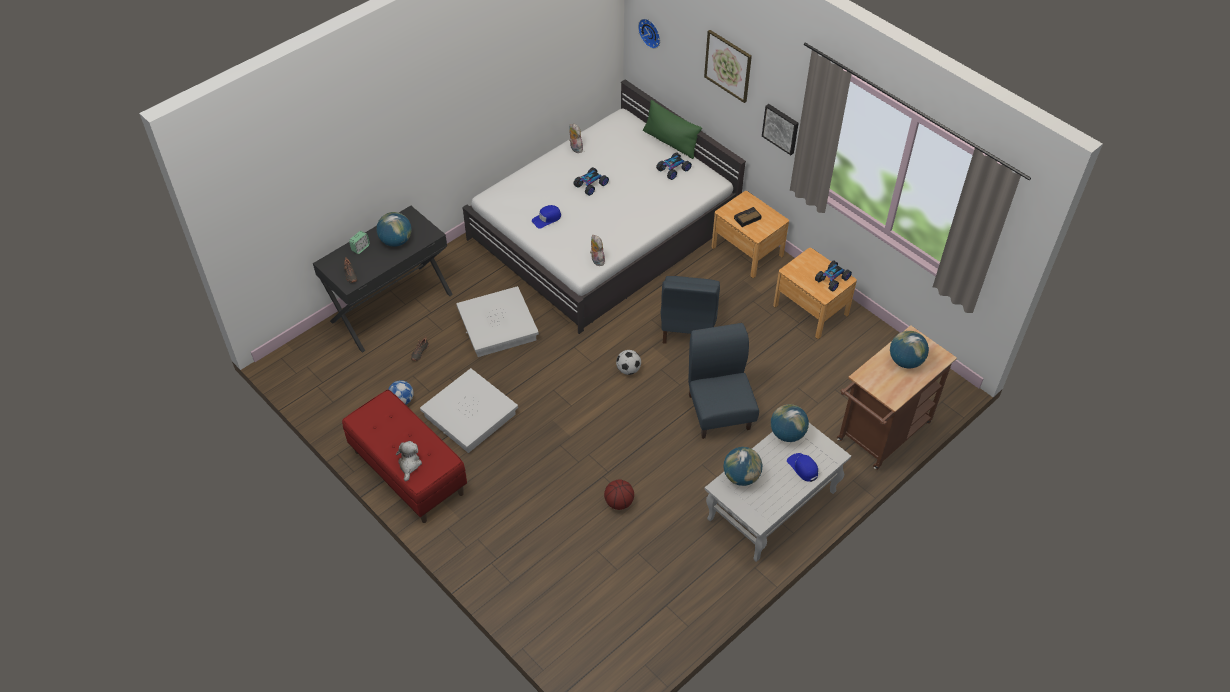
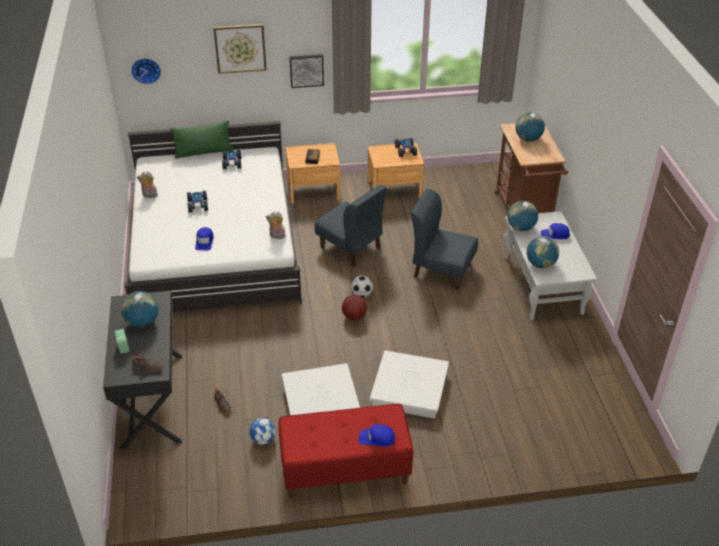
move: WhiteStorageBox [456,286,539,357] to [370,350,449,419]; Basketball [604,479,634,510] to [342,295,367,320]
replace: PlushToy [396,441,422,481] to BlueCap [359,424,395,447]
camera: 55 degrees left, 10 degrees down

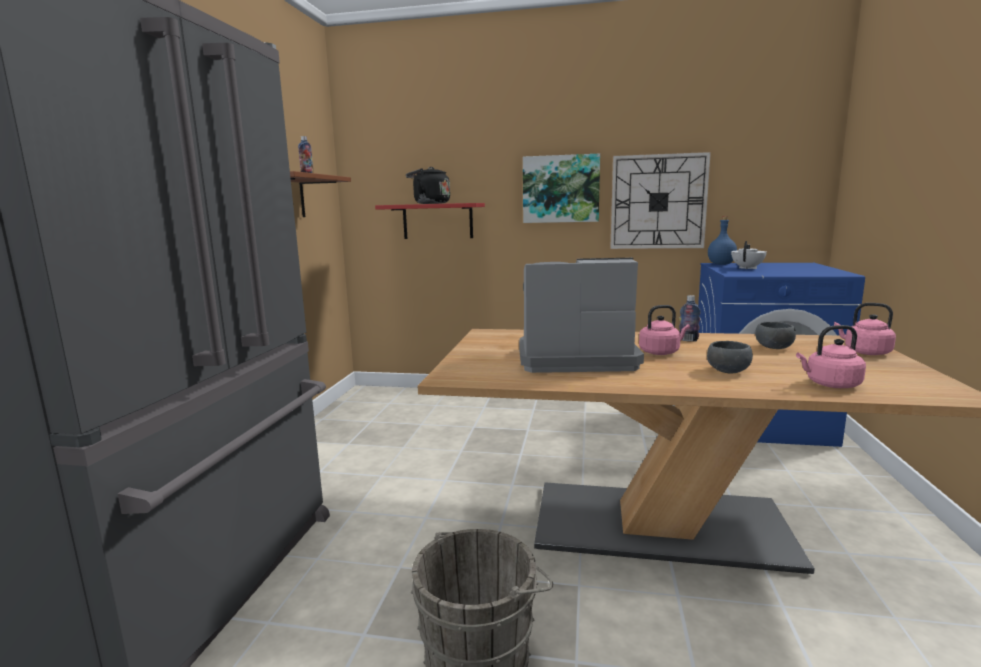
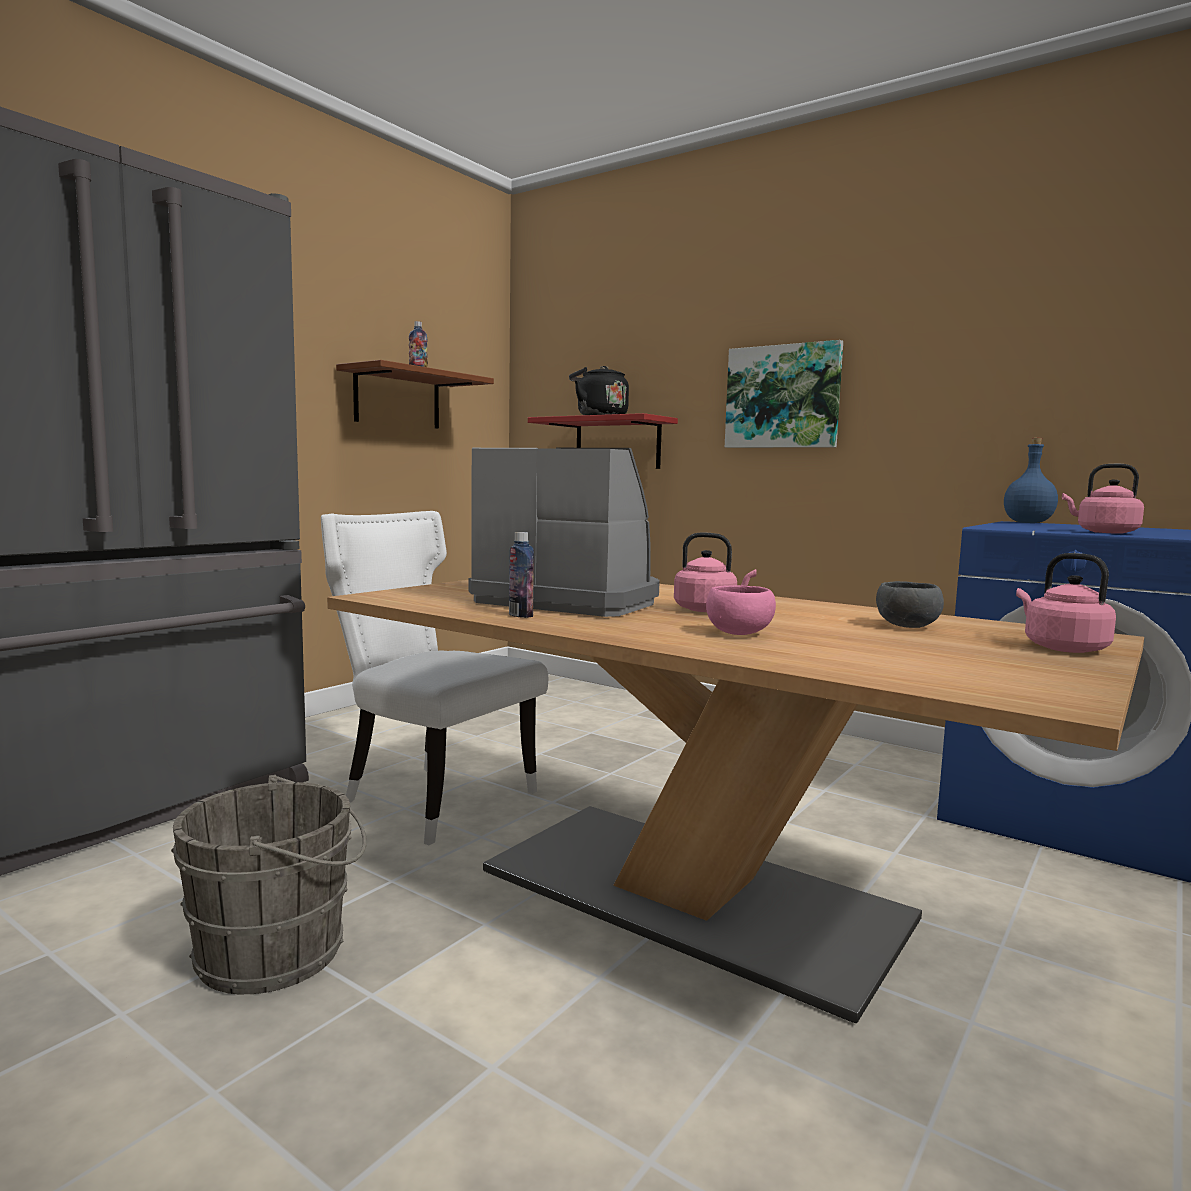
delete: WallClock [610,152,711,249]; WhiteTeapot [731,241,767,269]
insert: WhiteChair [321,511,548,845]
move: Bottle [679,295,701,342] to [509,532,534,618]; PinkKettle [796,325,866,388] to [1062,464,1144,534]
recolor: GreyBowl [707,341,753,374] to PinkBowl [706,585,776,635]
camera: 25 degrees right, 5 degrees down

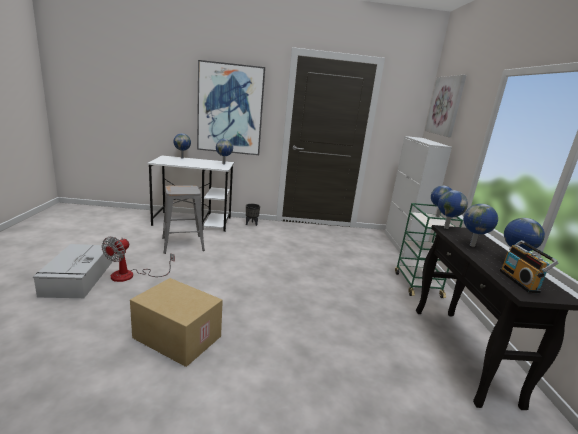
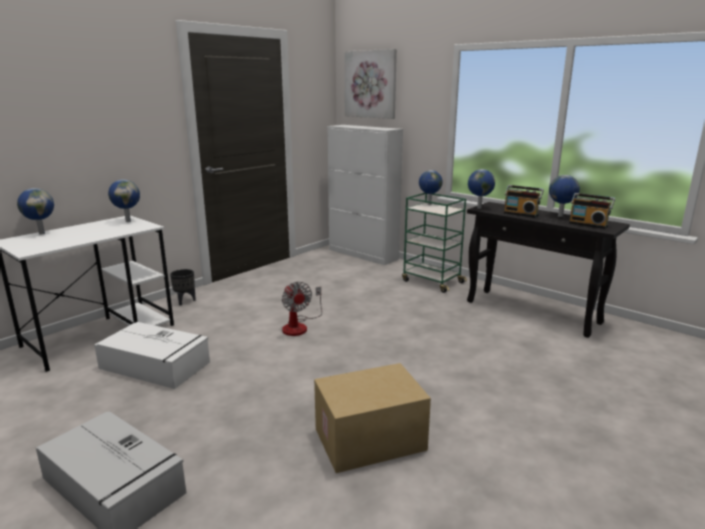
delete: Picture [197,60,265,155]
move: Fan [101,237,175,282] to [282,282,322,336]
replace: GreyStool [162,185,205,254] to WhiteStorageBox [94,322,210,389]; Globe [463,204,498,247] to Radio [504,185,544,218]
camera: 45 degrees left, 0 degrees up

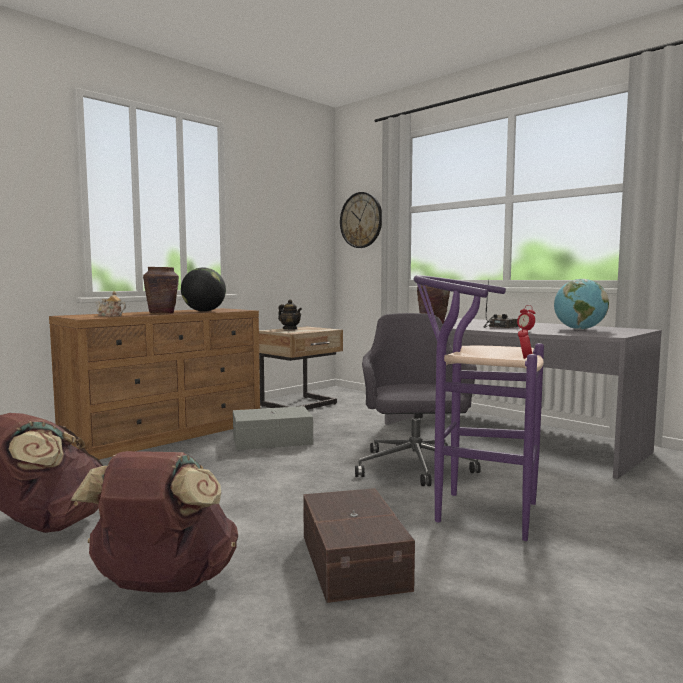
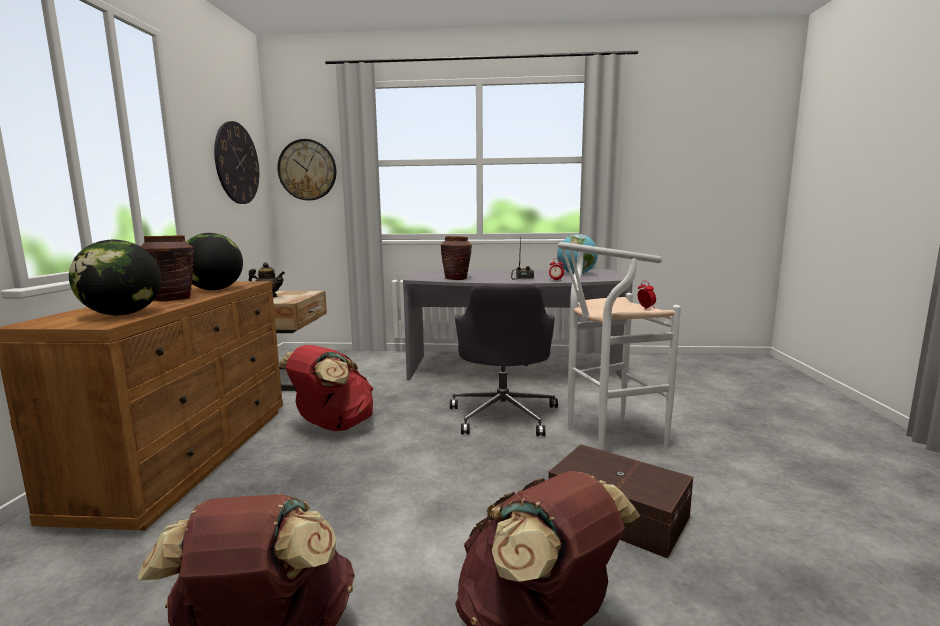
insert: WallClock [214,121,259,204]
replace: Teapot [95,291,126,317] to Globe [69,240,161,315]; GreyStorageBox [233,406,313,450] to RedBackpack [278,345,373,431]
recolor: PurpleStool [413,275,544,541] to WhiteStool [558,242,681,451]
rotate: GreyOfficeChair [355,313,481,486] = [450,283,558,436] 135 degrees counterclockwise
camera: 40 degrees left, 5 degrees up

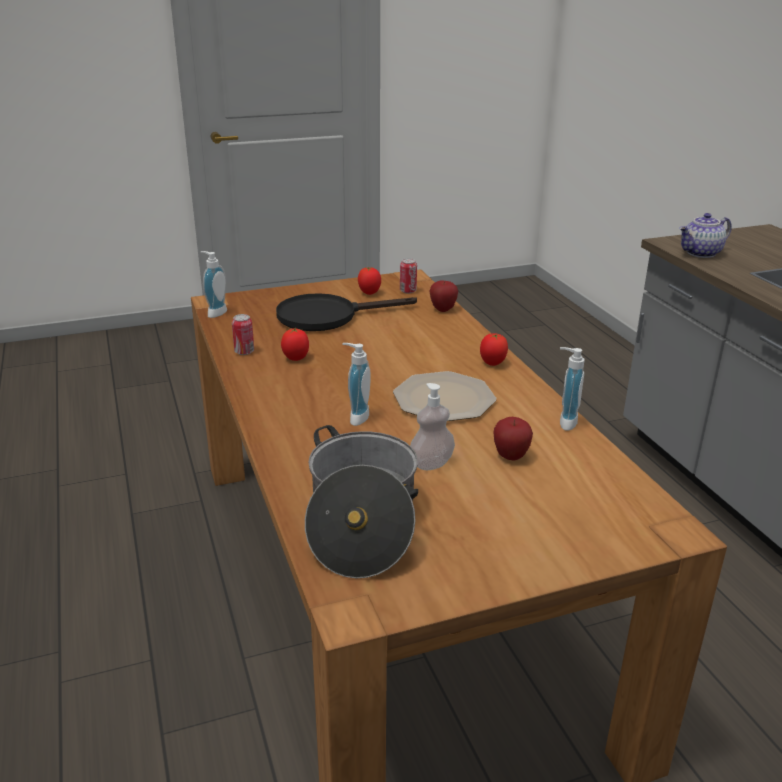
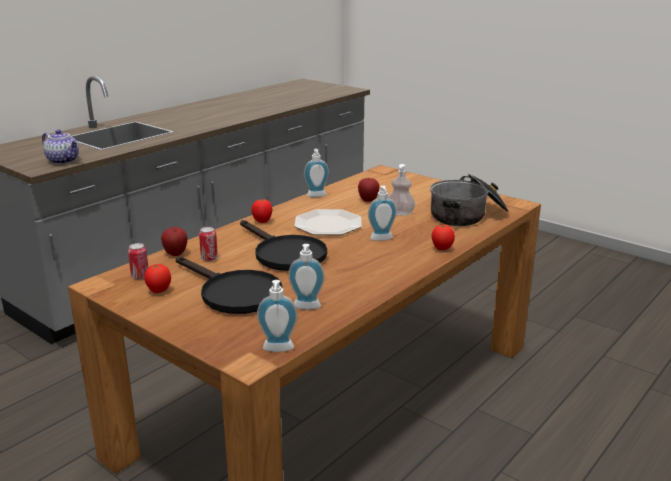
insert: BlackFryingPan [240,220,327,271]; SoapDispenser [288,244,325,310]
move: Can [232,314,254,355] to [199,227,218,261]; Tomato [281,327,309,361] to [432,225,455,250]
camera: 120 degrees left, 5 degrees down

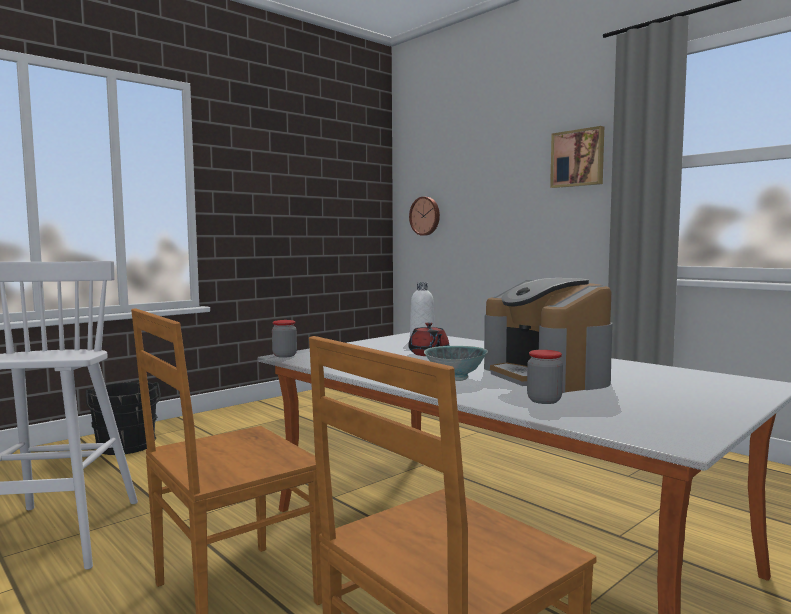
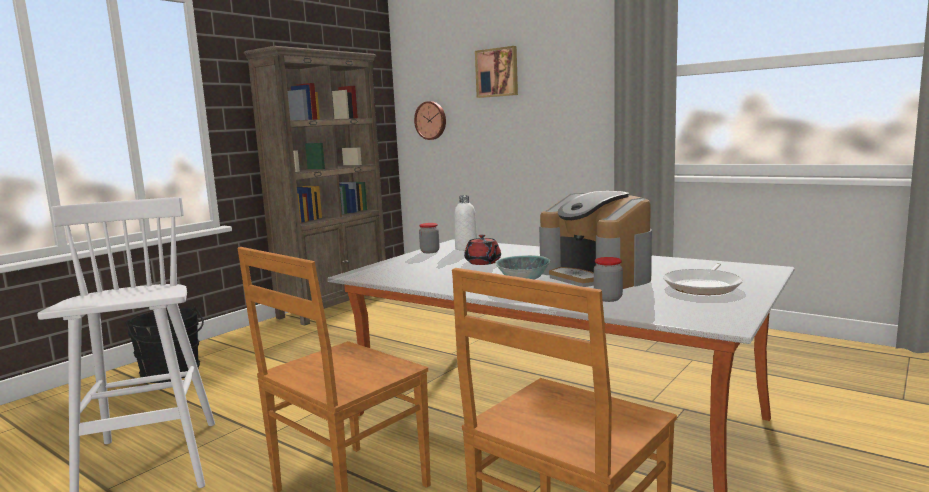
insert: BrownBookcase [244,46,386,326]; FryingPan [663,263,743,295]
move: Picture [550,126,604,188] to [475,46,518,98]; Jar [272,320,297,358] to [419,223,439,253]
camera: 10 degrees left, 5 degrees up

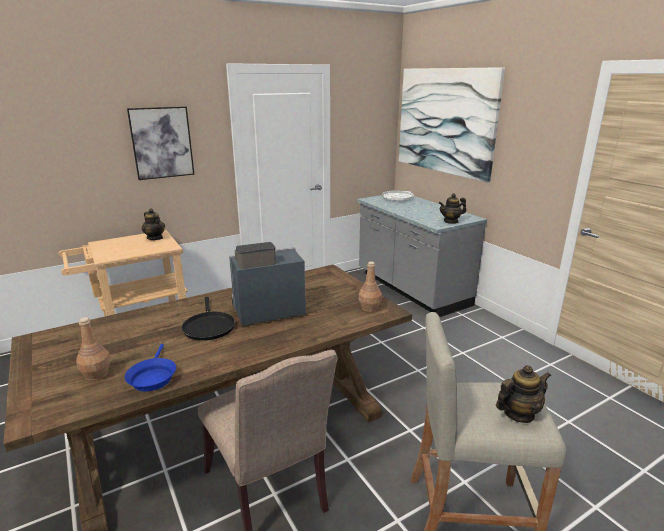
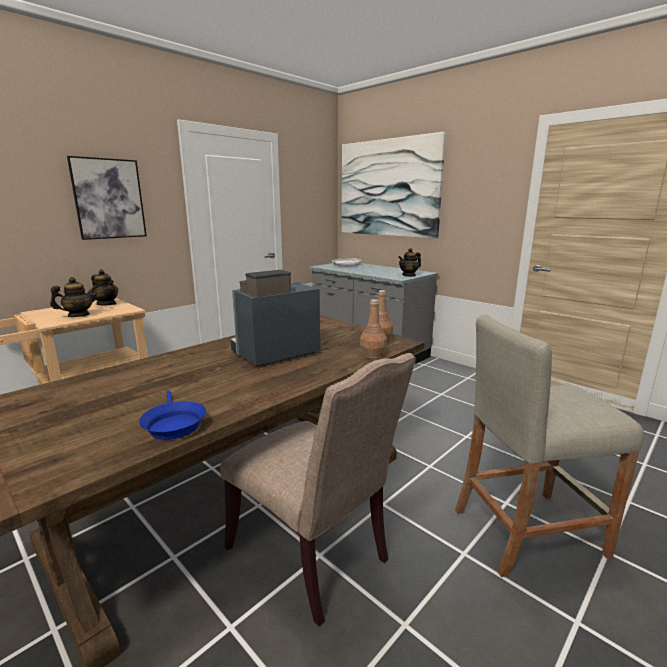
delete: BlackFryingPan [182,297,235,341]
move: BrownBottle [76,317,111,381] to [360,299,387,359]; Teapot [496,365,551,423] to [50,277,98,317]
camera: 15 degrees left, 5 degrees down

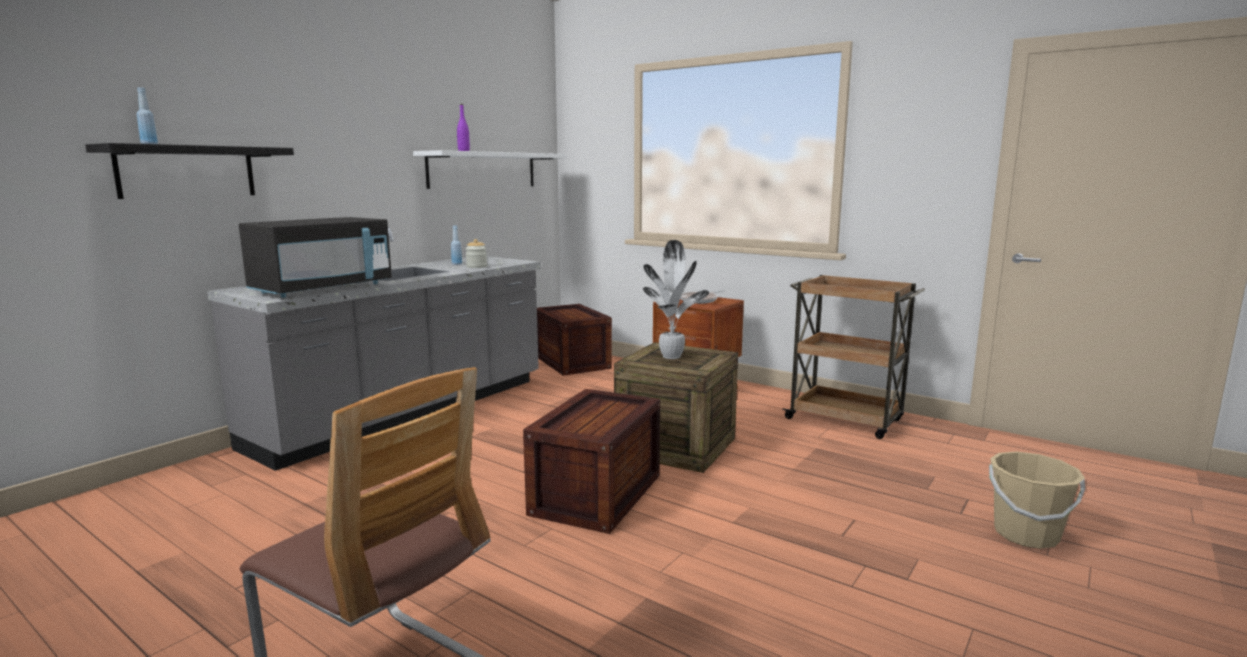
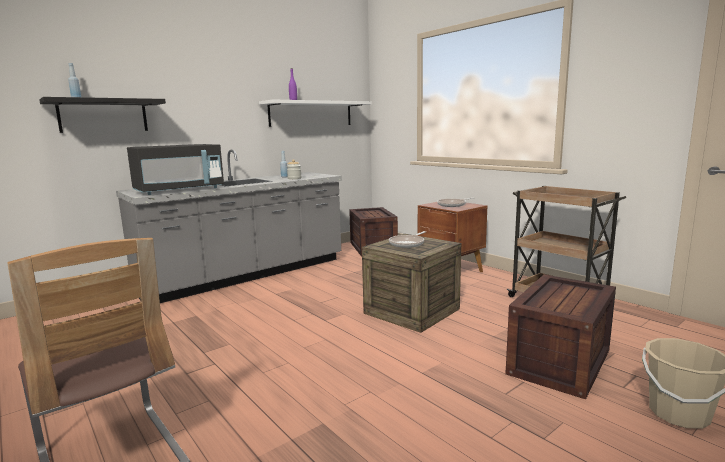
move: Crate [523,389,660,534] to [505,274,616,399]
replace: PottedPlant [643,240,709,359] to FryingPan [389,231,426,248]
camera: 15 degrees right, 0 degrees up

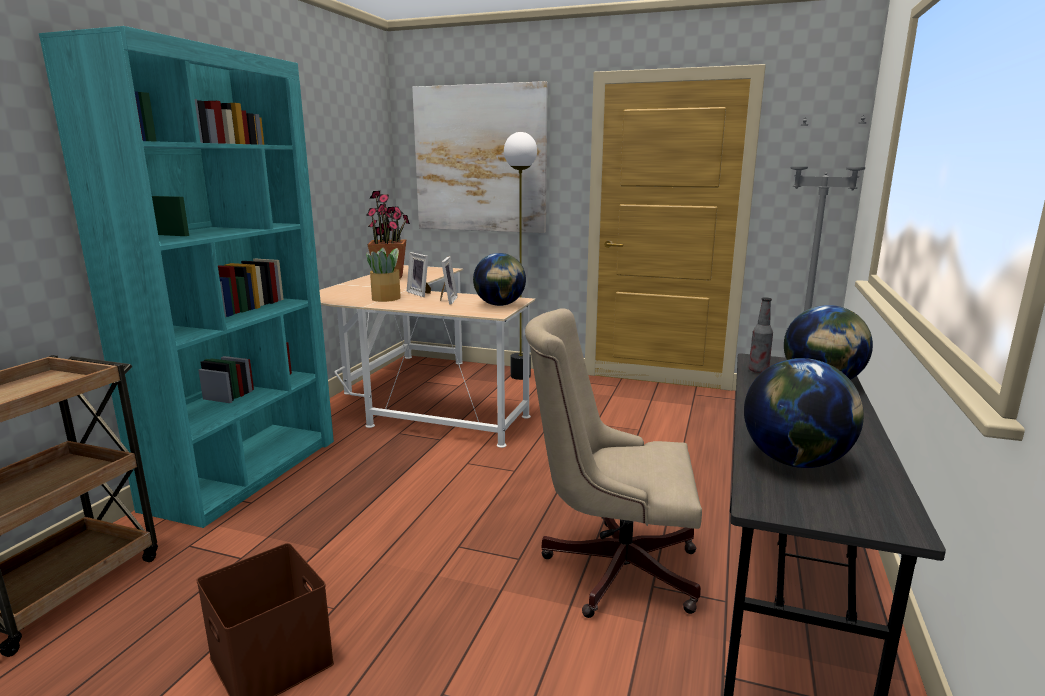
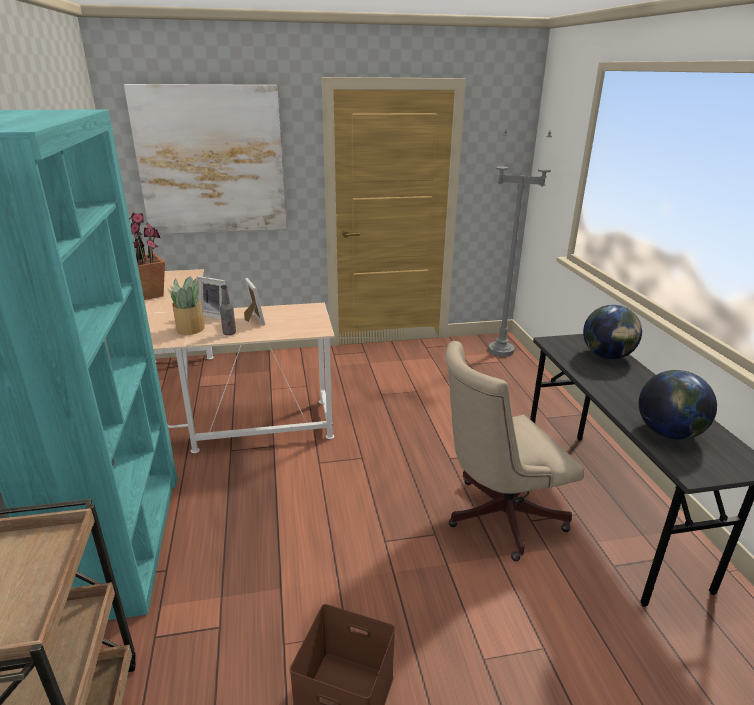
delete: FloorLamp [504,132,537,380]; Globe [473,253,526,306]
move: Bottle [749,297,773,373] to [220,285,236,335]
camera: 30 degrees left, 10 degrees up

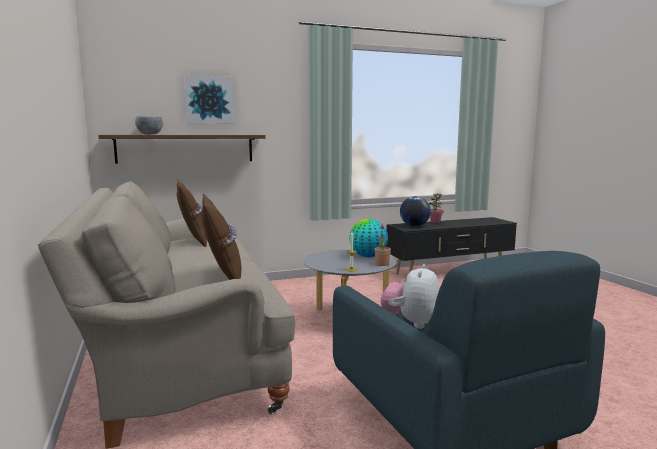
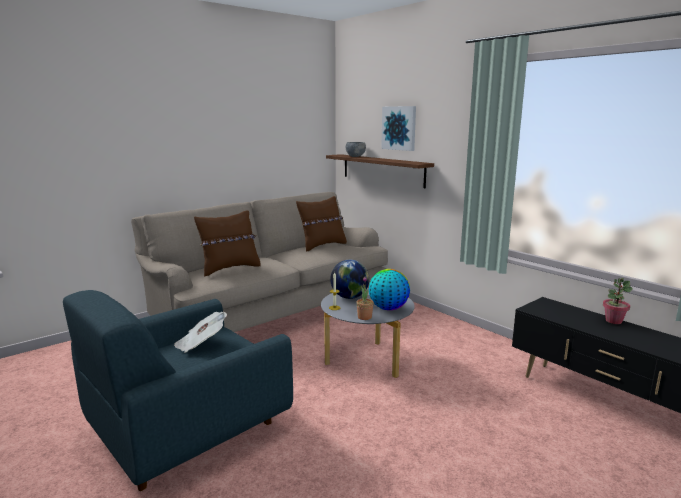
move: Globe [400,196,431,226] to [330,260,369,299]
replace: PlushToy [381,264,440,329] to Newspaper [174,312,227,353]
camera: 70 degrees right, 5 degrees up

